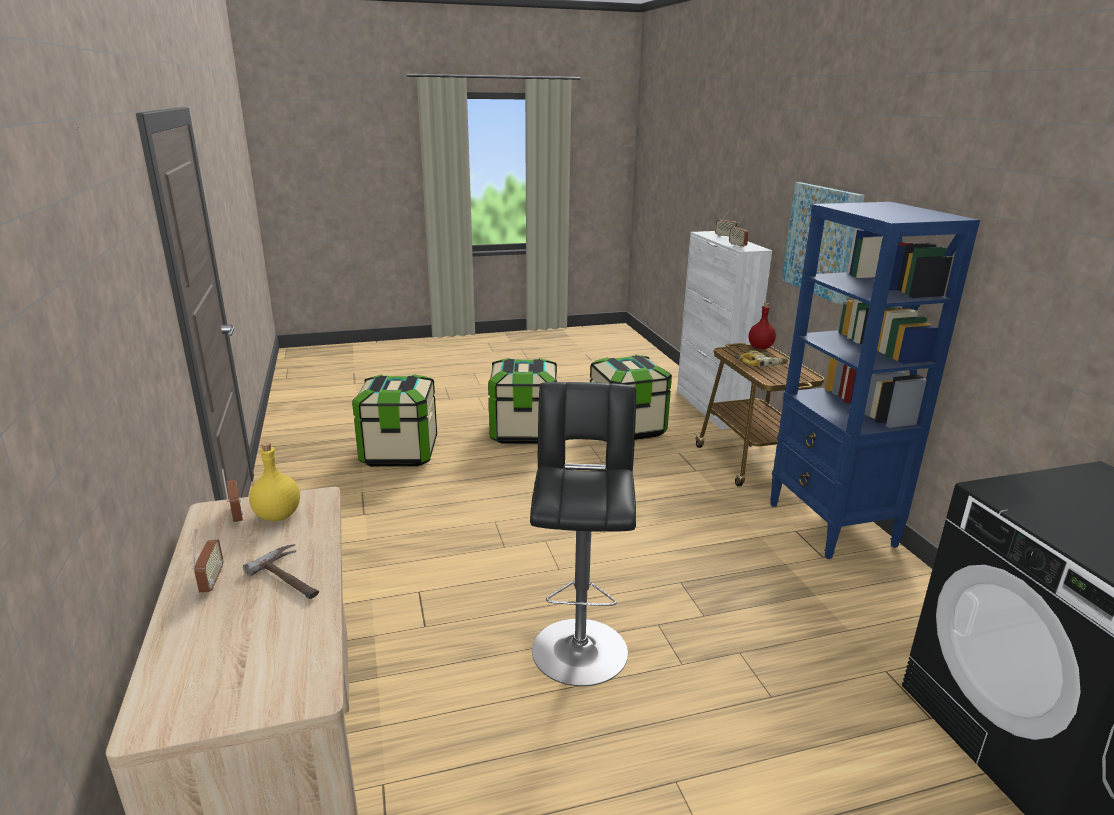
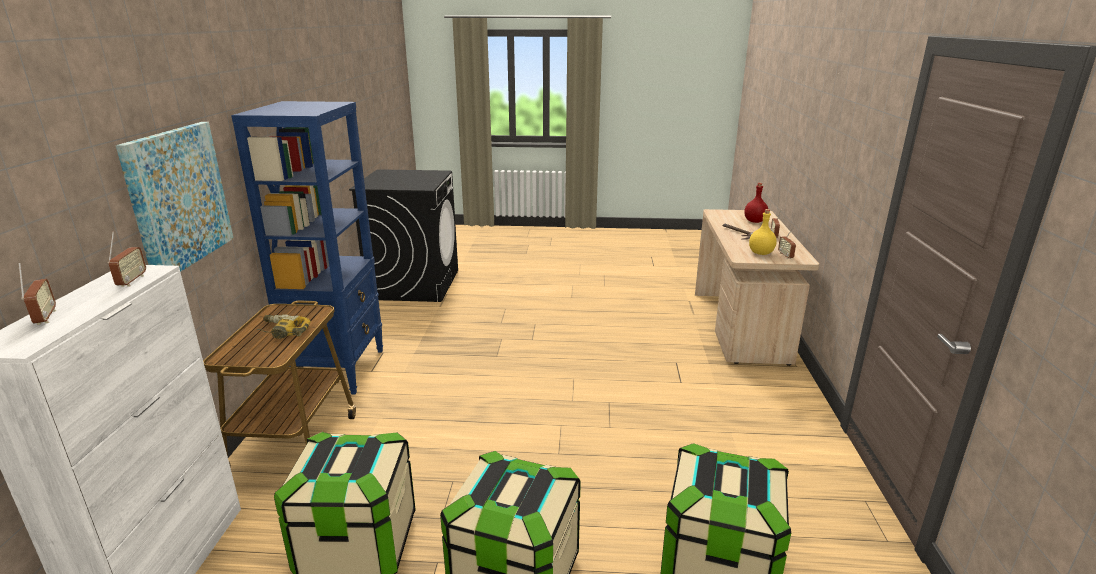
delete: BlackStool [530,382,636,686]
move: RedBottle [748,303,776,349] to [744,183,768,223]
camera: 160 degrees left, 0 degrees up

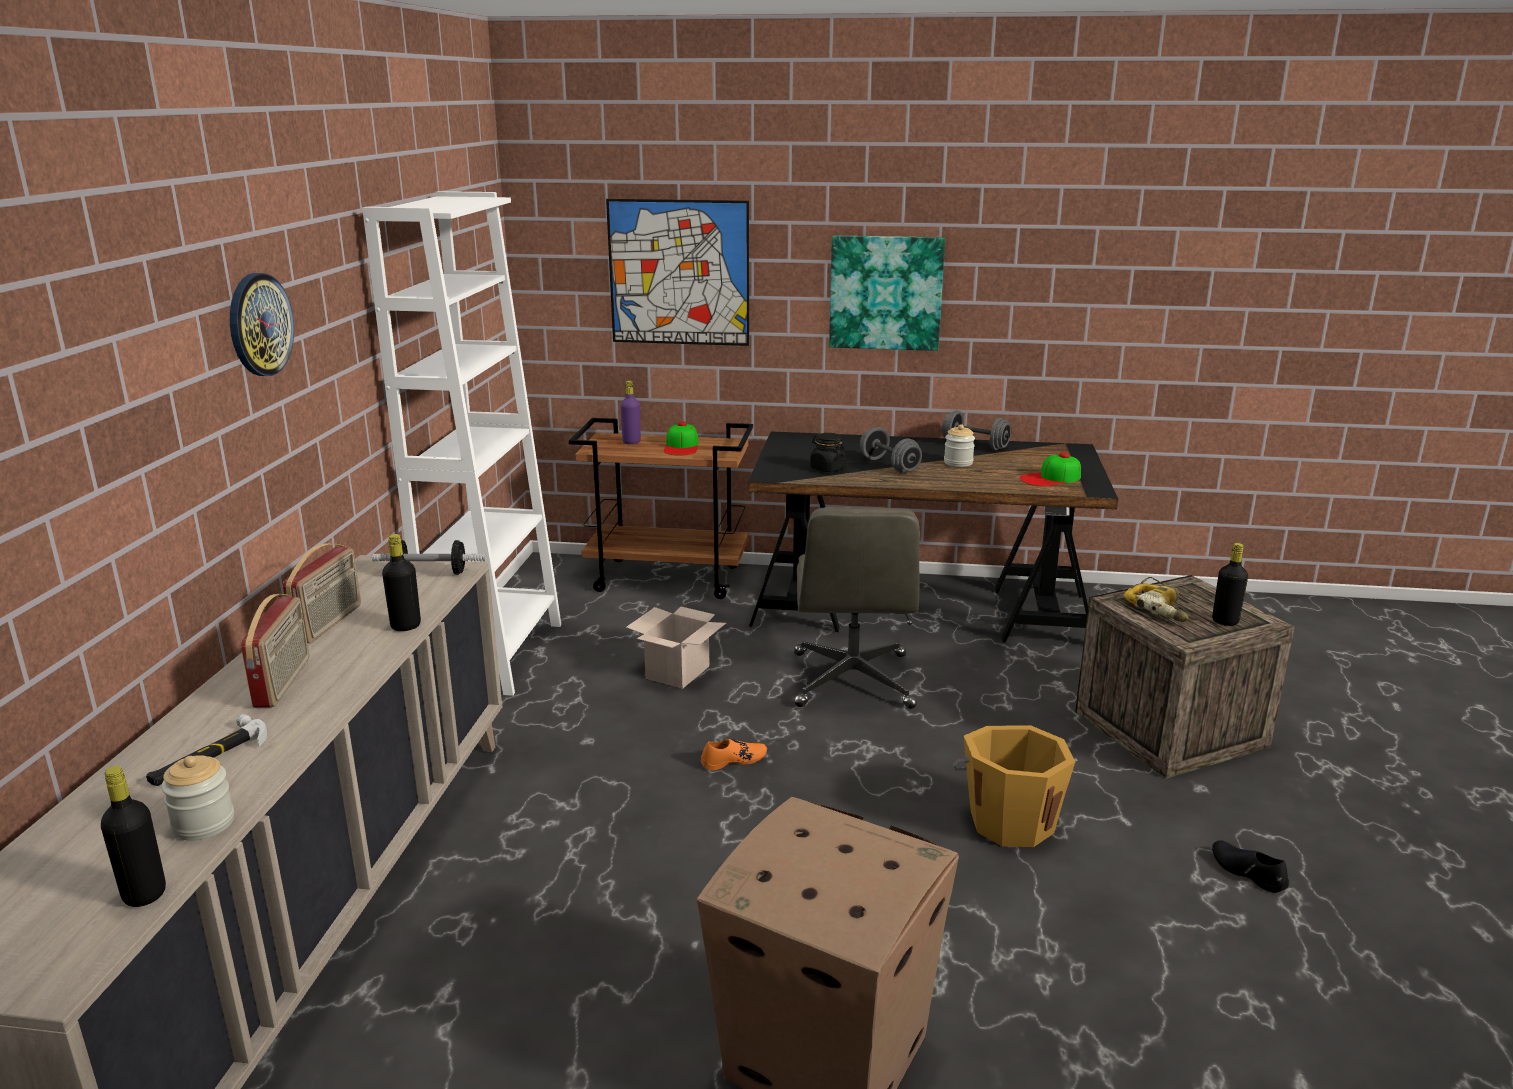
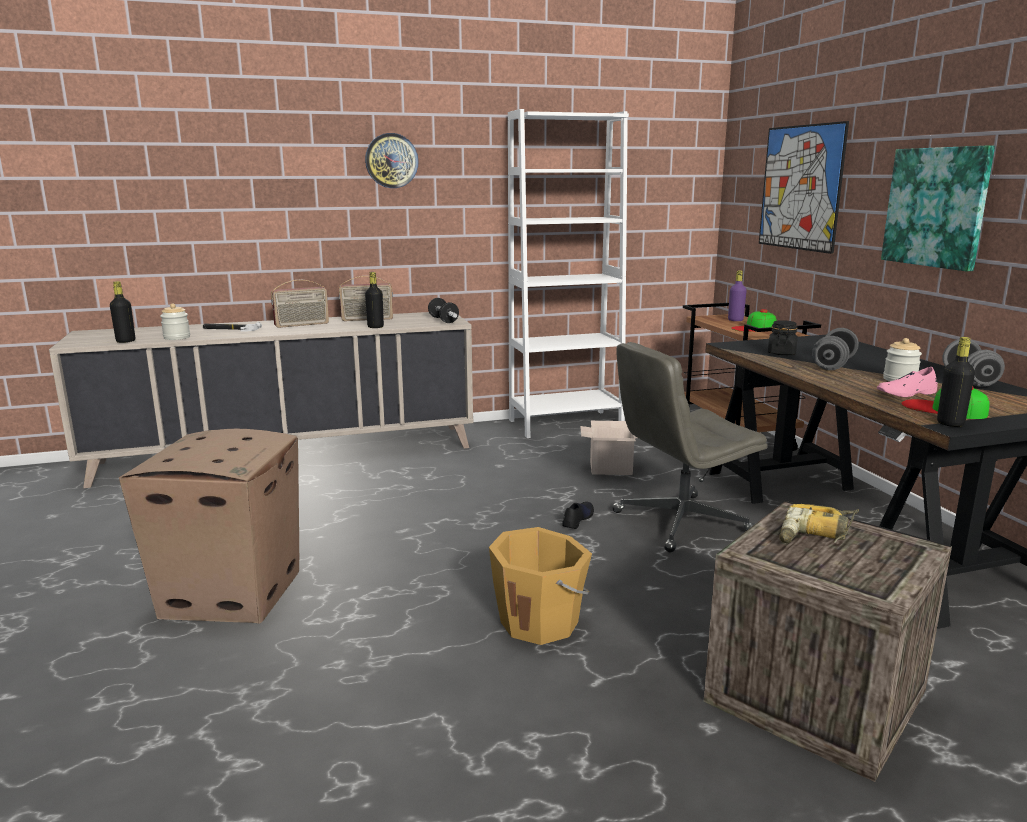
delete: OrangeShoe [701,739,767,771]
insert: PinkShoe [877,367,938,397]
move: BlackBottle [1212,543,1248,626] to [937,337,975,427]; BlackShoe [1212,840,1289,893] to [562,502,594,529]
camera: 65 degrees right, 5 degrees down

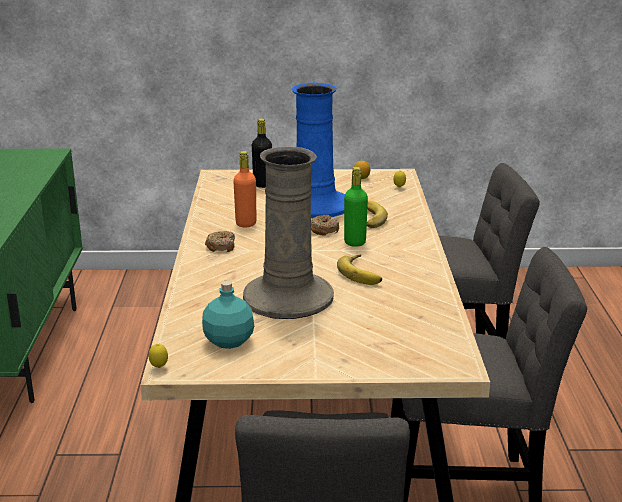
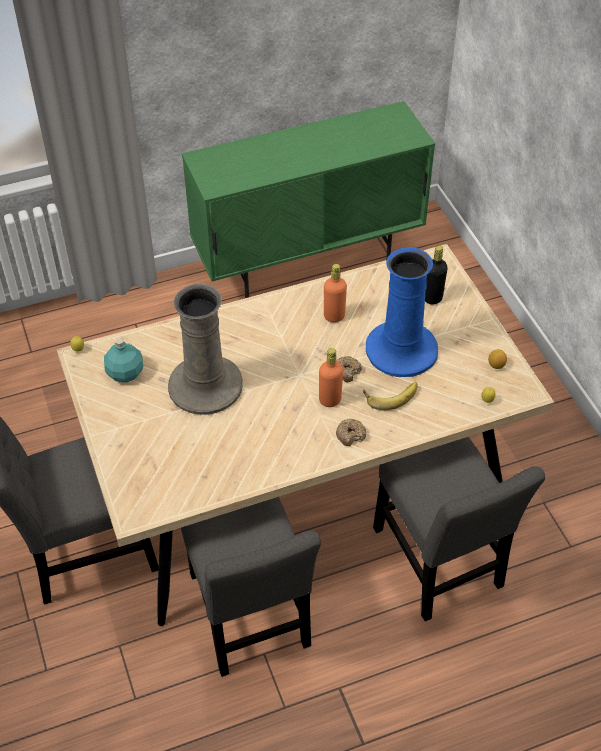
delete: Banana [337,254,382,285]
move: Donut [205,231,235,252] to [336,419,366,446]
recolor: GreenBottle [344,167,368,247] to OrangeBottle [319,348,343,407]
camera: 70 degrees right, 25 degrees up

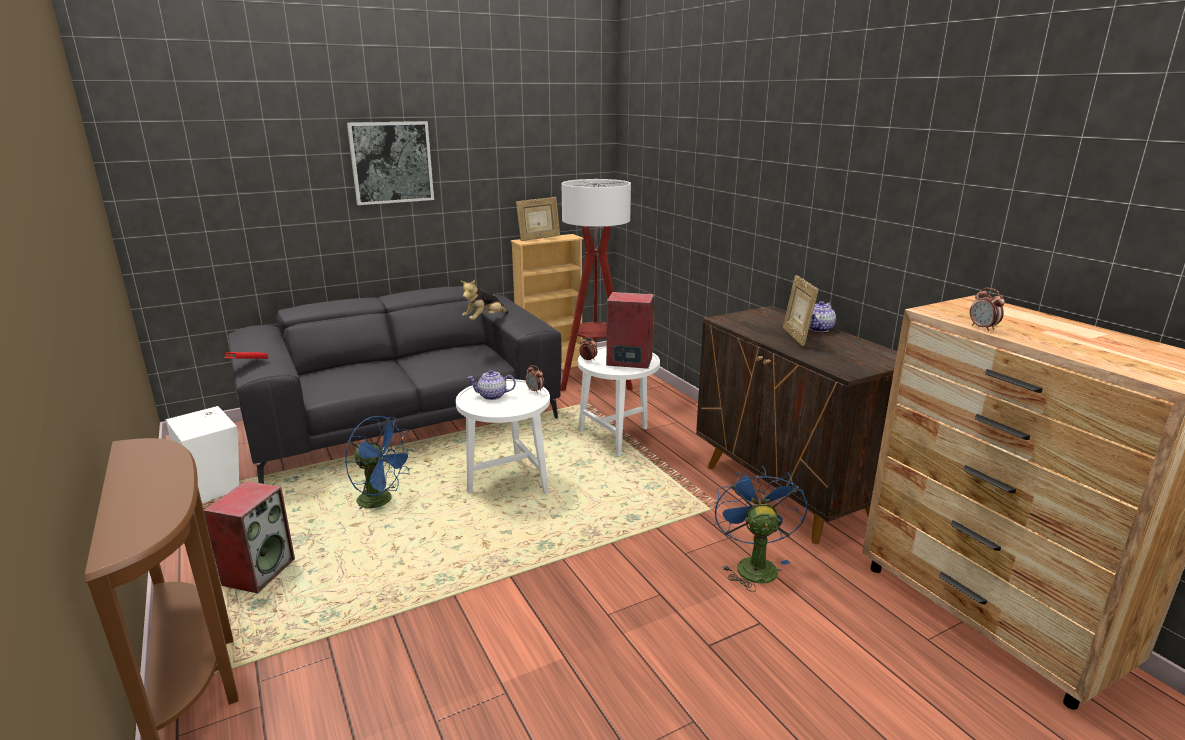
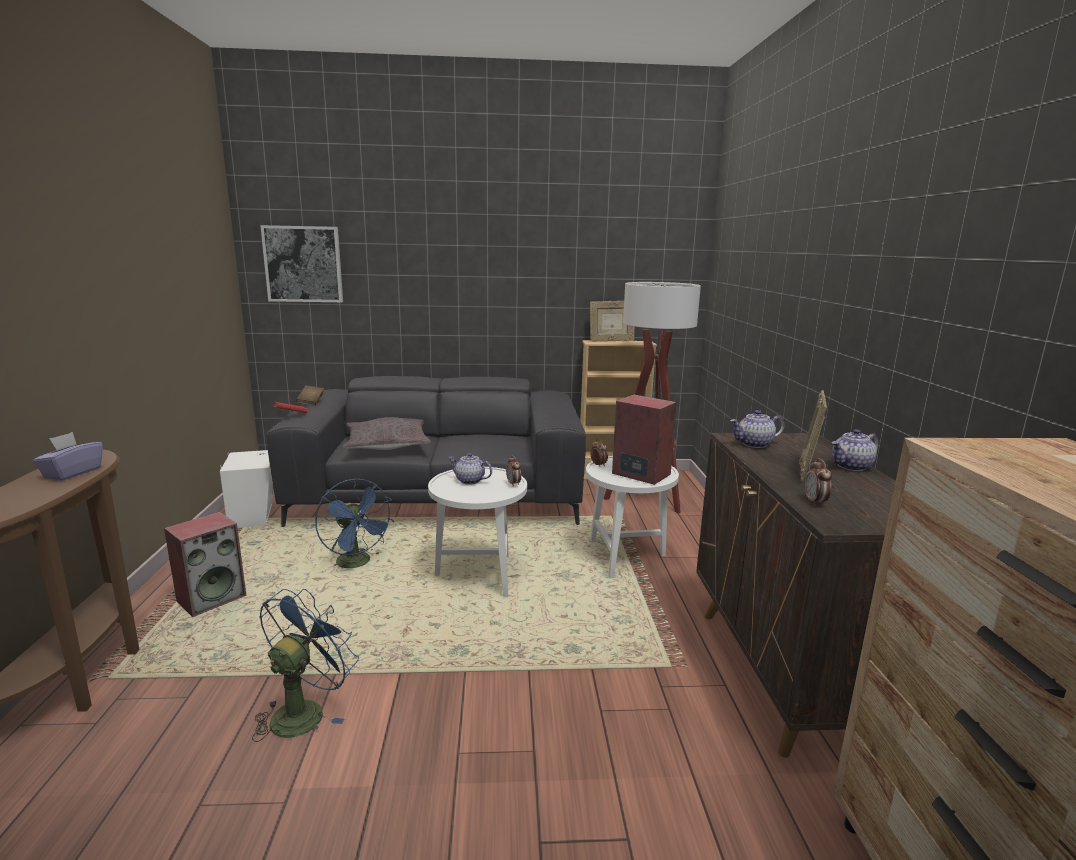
delete: PlushToy [461,280,508,320]
insert: BrownBook [296,385,324,406]; Teapot [730,410,784,448]; GreyPillow [343,417,431,450]; PurpleTissueBox [33,432,103,481]
move: Picture [347,121,434,205] to [260,225,343,302]; AlarmClock [970,288,1005,331] to [805,458,832,506]; BlueFan [715,466,807,592] to [252,589,359,742]
camera: 25 degrees right, 5 degrees down

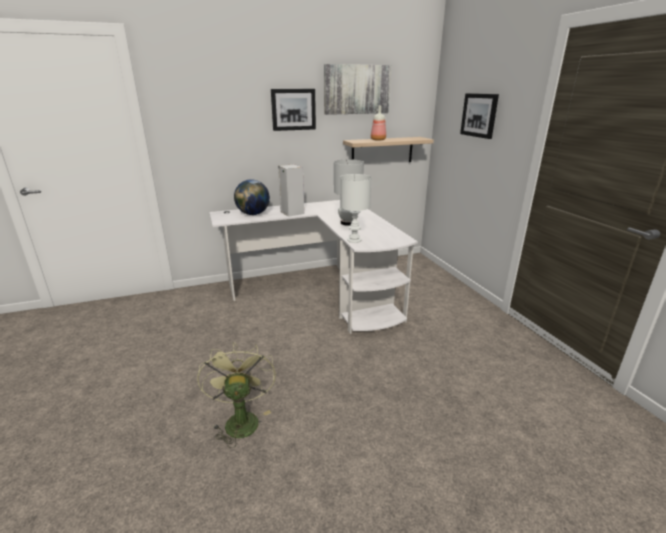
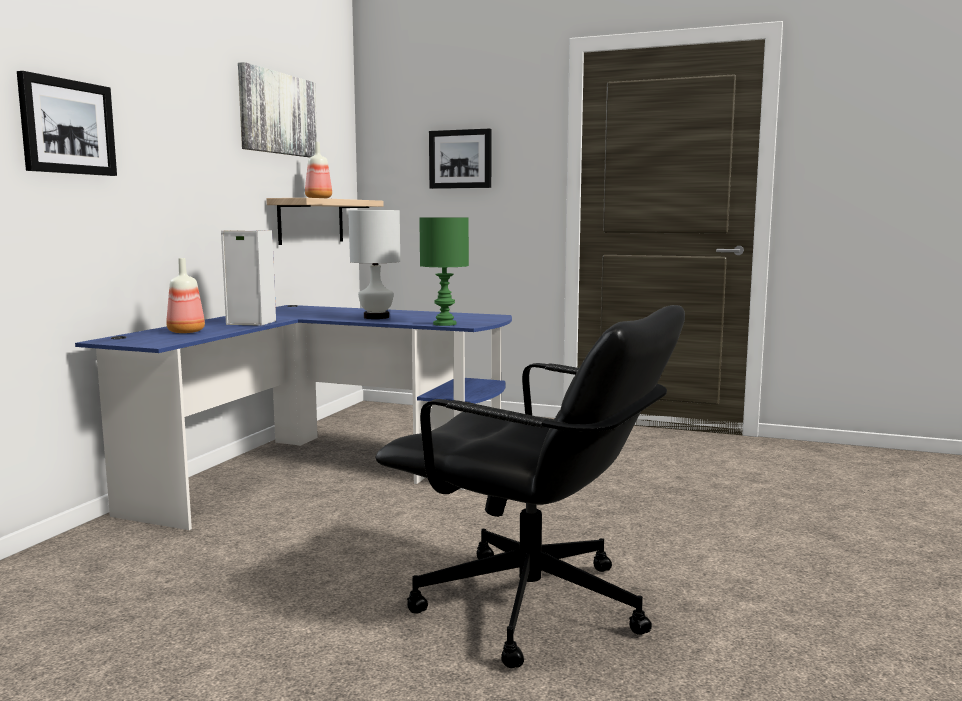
move: Picture [271,89,316,131] to [17,71,117,176]
replace: Globe [234,179,270,215] to Bottle [167,258,205,333]; GreenFan [197,342,276,448] to BlackOfficeChair [375,305,685,668]
recolor: WhiteTableLamp [340,174,372,243] to GreenTableLamp [419,217,469,326]; WhiteDesk [209,200,418,334] to BlueDesk [75,305,512,530]
camera: 50 degrees left, 15 degrees down

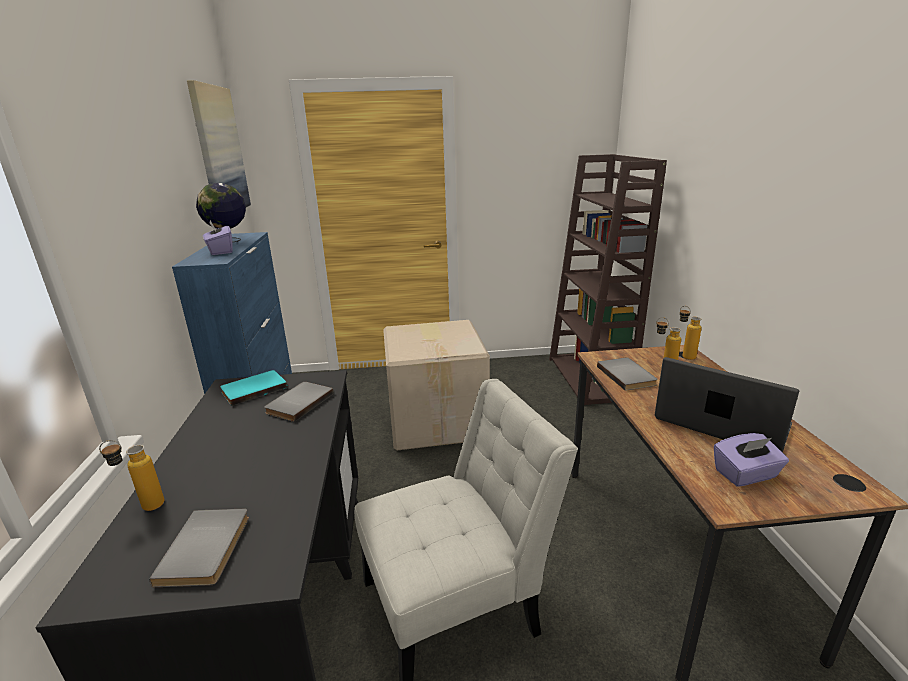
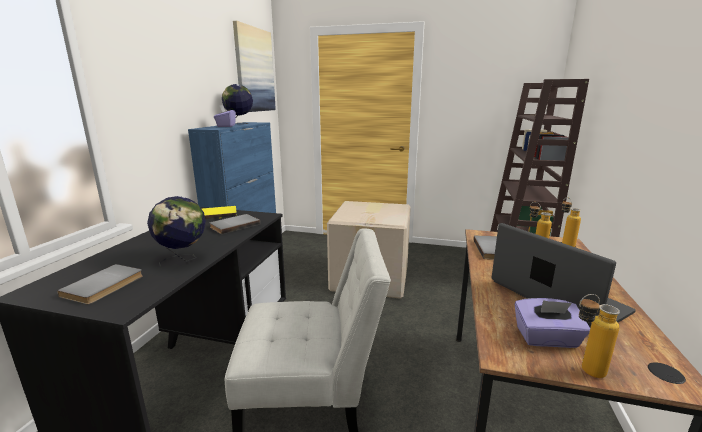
insert: Globe [147,196,206,266]
move: Bottle [99,440,164,511] to [579,294,620,378]
recolor: TurquoiseBook [220,370,288,406] to YellowBook [201,206,237,220]
camera: 20 degrees right, 5 degrees down

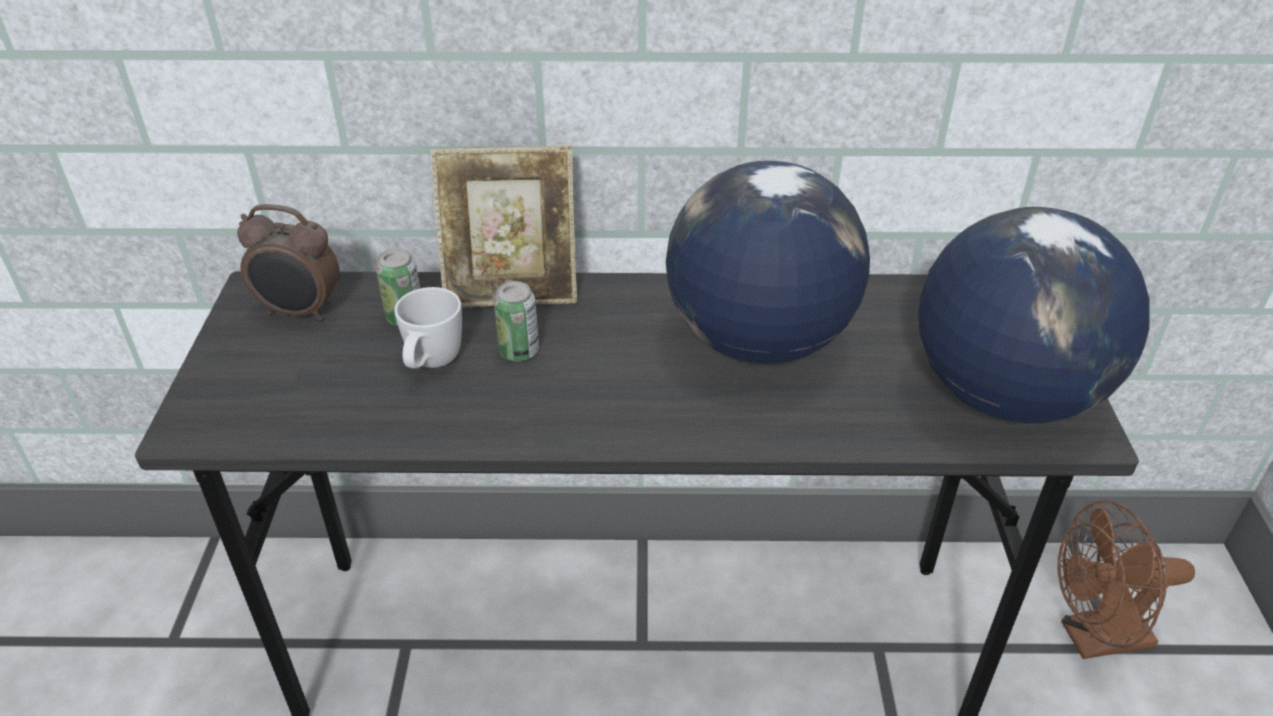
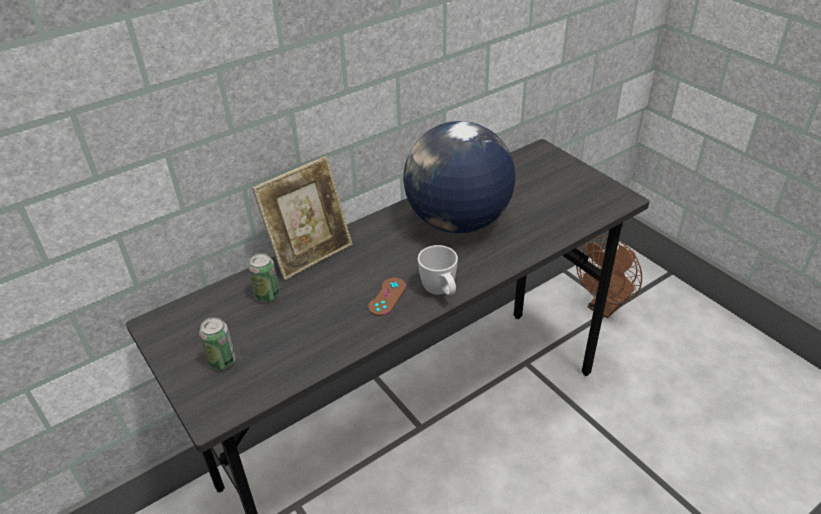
delete: AlarmClock [237,204,340,321]; Globe [918,207,1150,424]
insert: BrownGameController [368,278,406,316]
move: Can [494,281,539,361] to [199,317,236,370]; WhiteMug [394,287,462,369] to [418,245,458,295]
camera: 35 degrees left, 0 degrees up

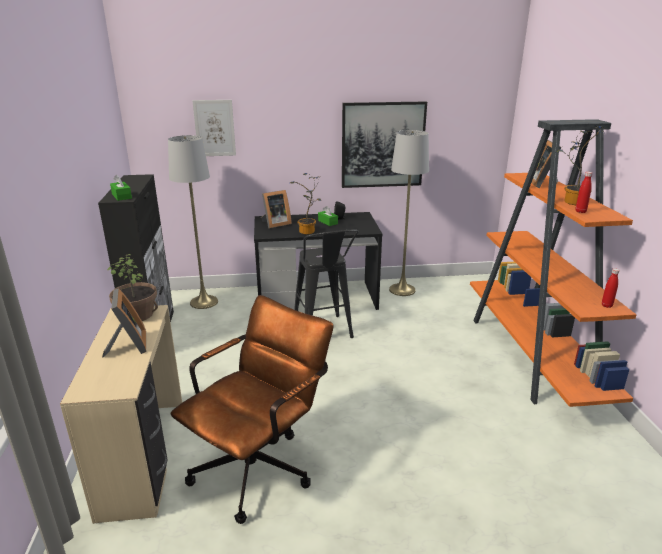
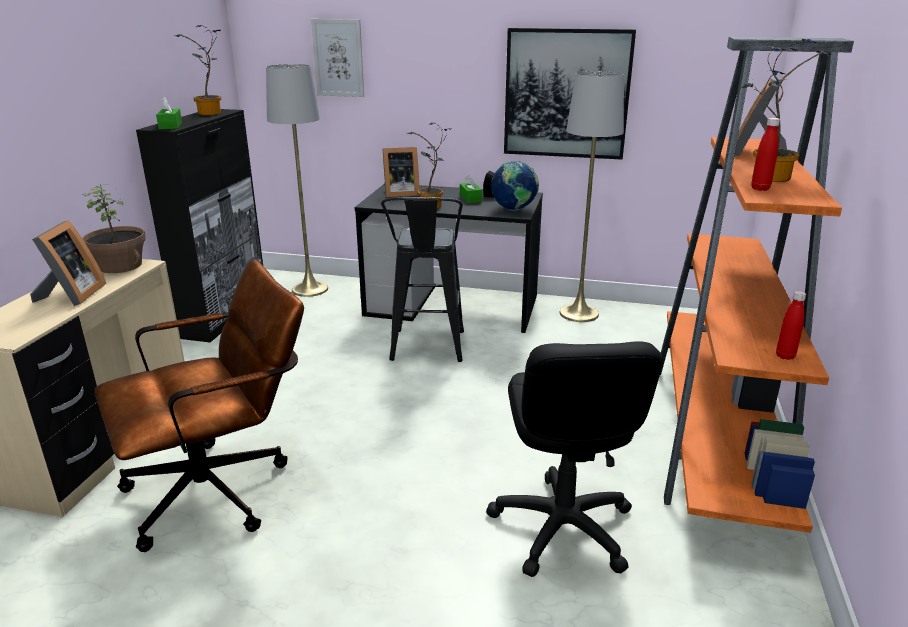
insert: PottedPlant [174,25,221,115]; Globe [491,161,539,211]; BlackOfficeChair [486,341,663,577]
camera: 20 degrees right, 0 degrees up

